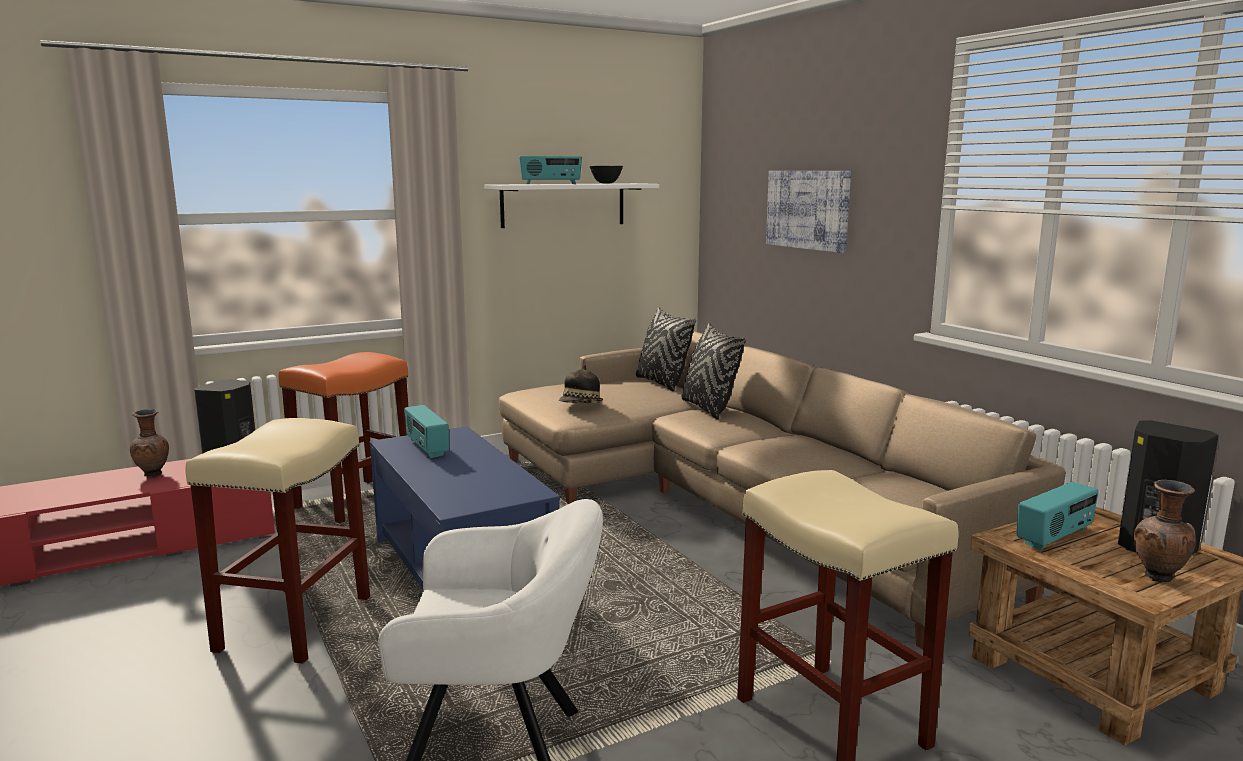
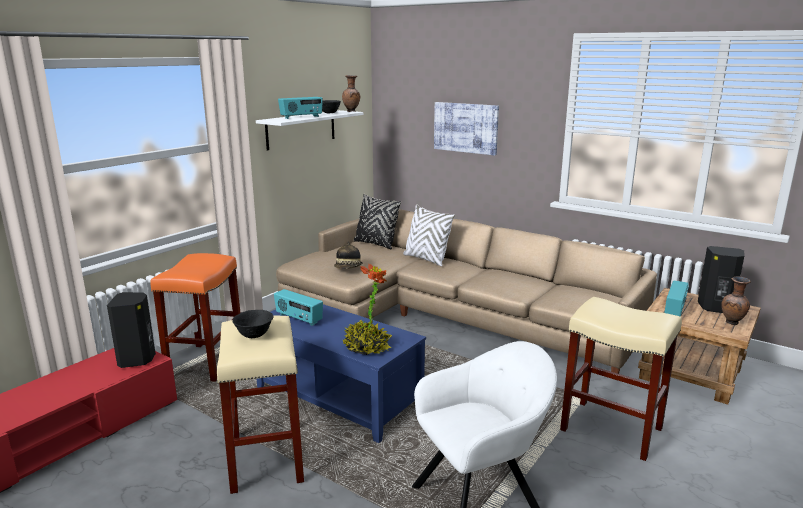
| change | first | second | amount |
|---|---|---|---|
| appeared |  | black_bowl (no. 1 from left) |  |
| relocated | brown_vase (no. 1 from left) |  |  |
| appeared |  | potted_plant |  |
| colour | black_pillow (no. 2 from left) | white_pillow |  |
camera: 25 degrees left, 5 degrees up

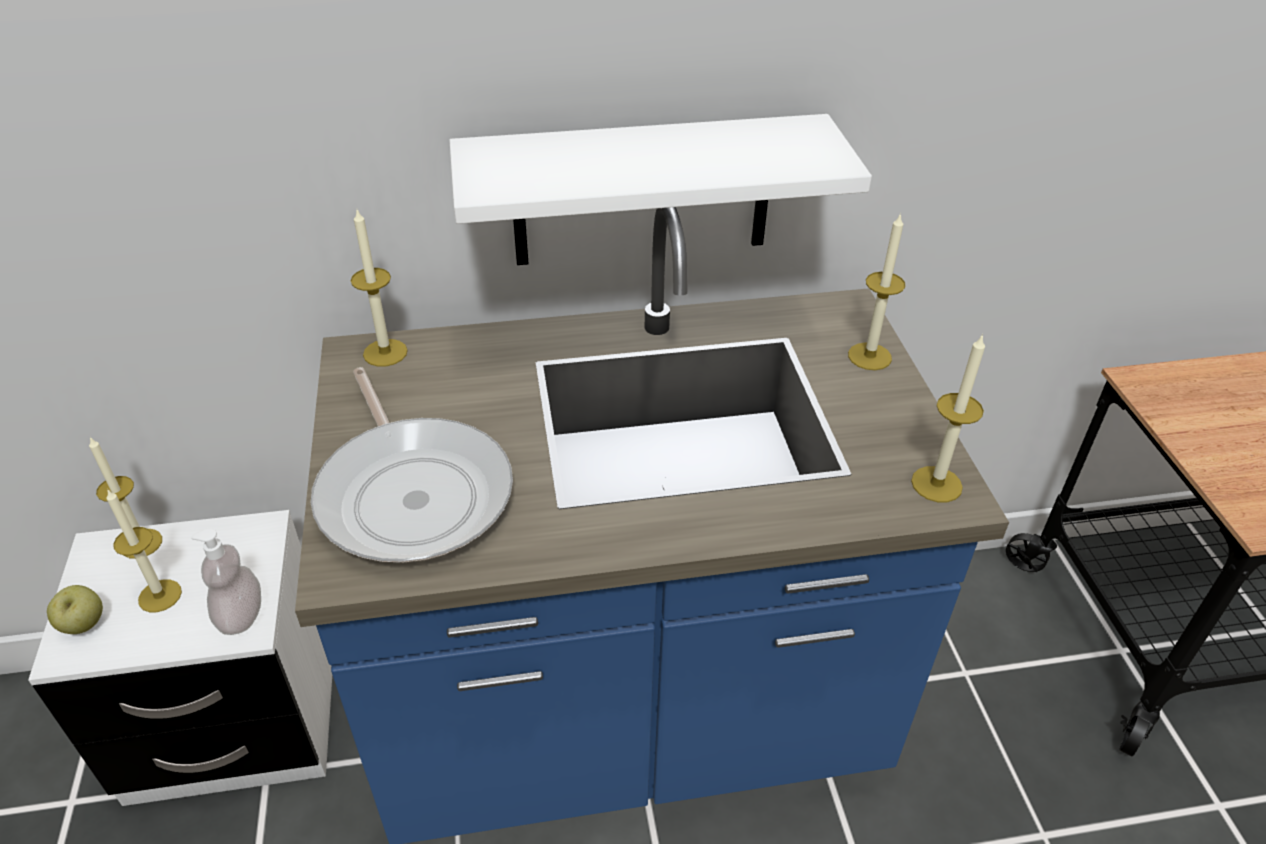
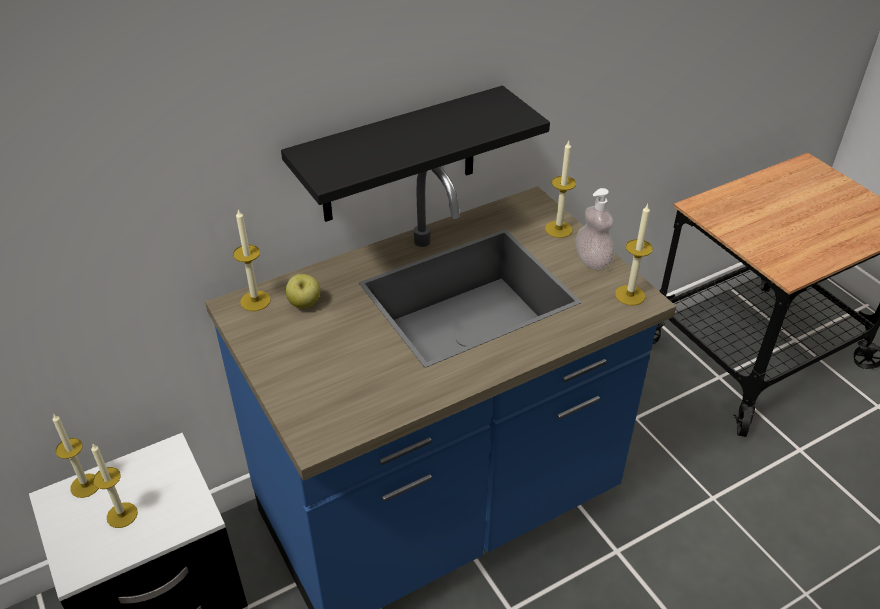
| change | first | second | amount |
|---|---|---|---|
| colour | white_shelf | black_shelf |  |
| relocated | apple |  |  |
| relocated | soap_dispenser |  |  |
| missing | frying_pan |  |  |
camera: 20 degrees left, 0 degrees up

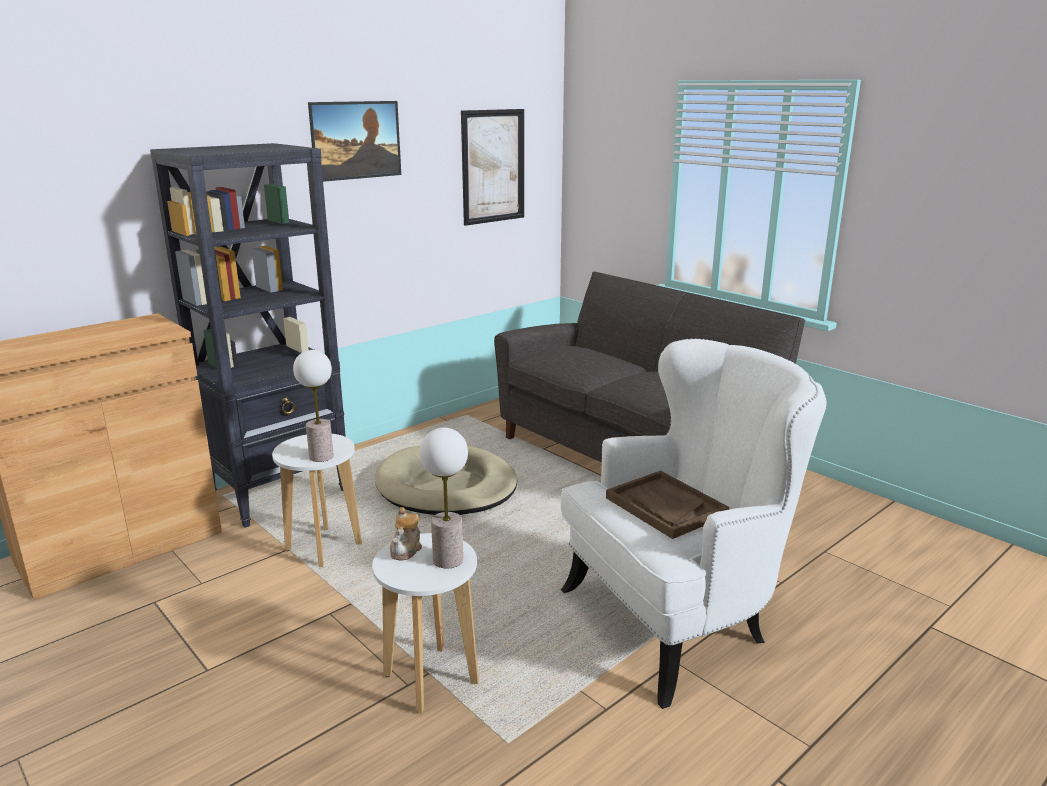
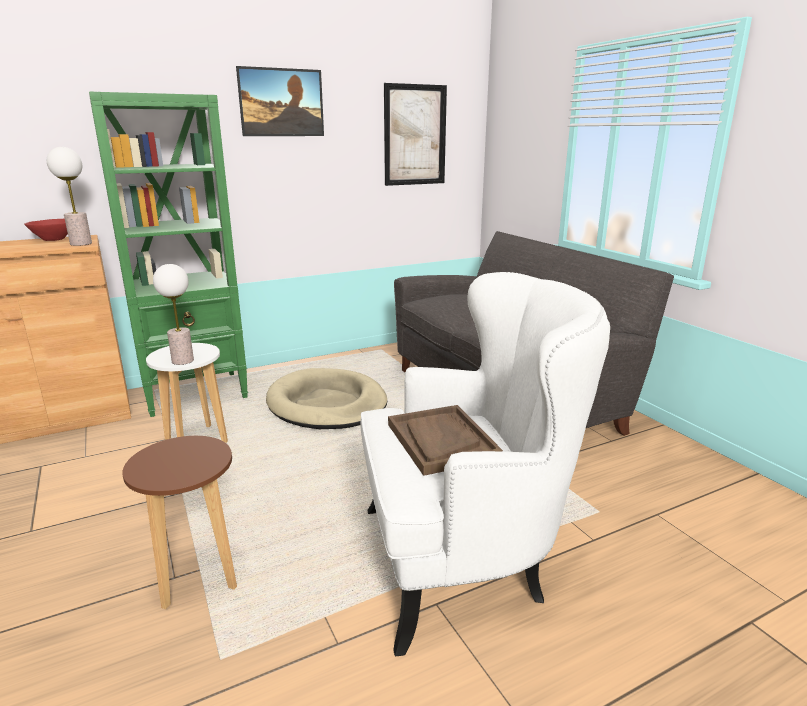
| change | first | second | amount |
|---|---|---|---|
| appeared |  | red_bowl |  |
| relocated | table_lamp (no. 2 from left in the first image) | table_lamp (no. 1 from left) |  |
| colour | black_bookcase | green_bookcase |  |
| colour | white_stool (no. 2 from left) | brown_stool |  |
| missing | teapot |  |  |
camera: 15 degrees right, 0 degrees up

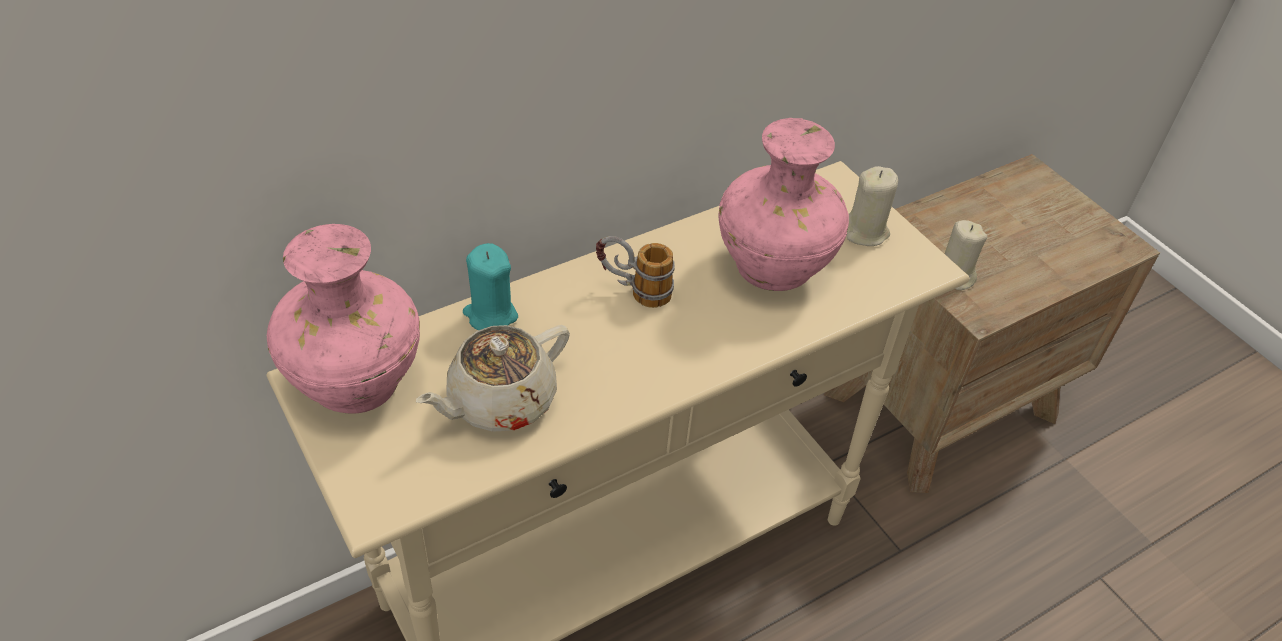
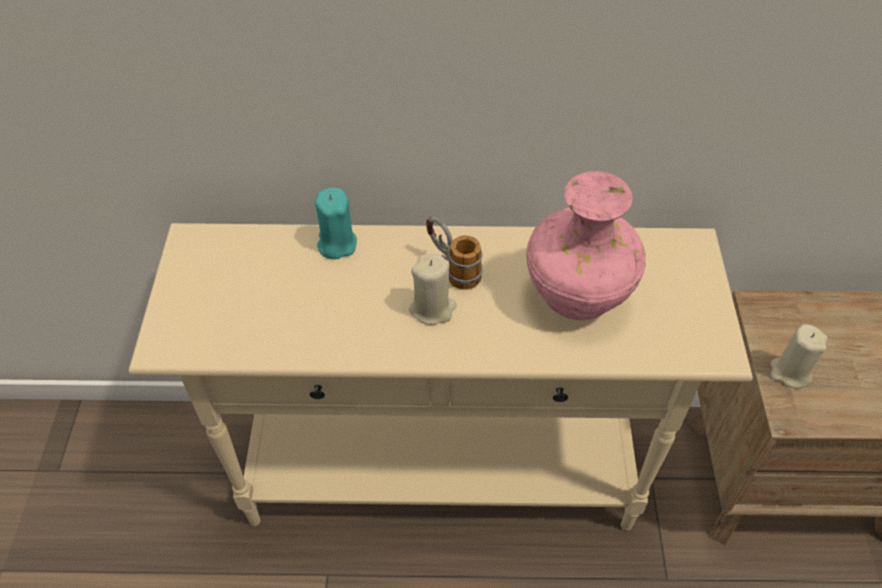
| change | first | second | amount |
|---|---|---|---|
| relocated | beige_candle (no. 1 from left) |  |  |
| missing | pink_vase (no. 1 from left) |  |  |
| missing | beige_teapot |  |  |
camera: 35 degrees right, 5 degrees up

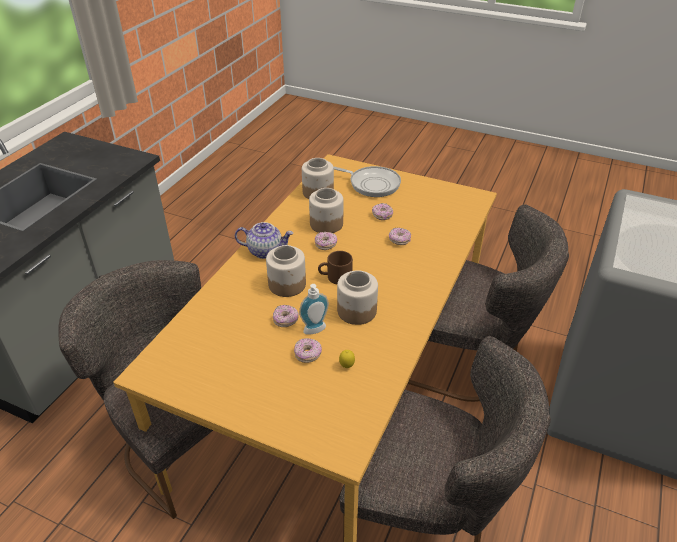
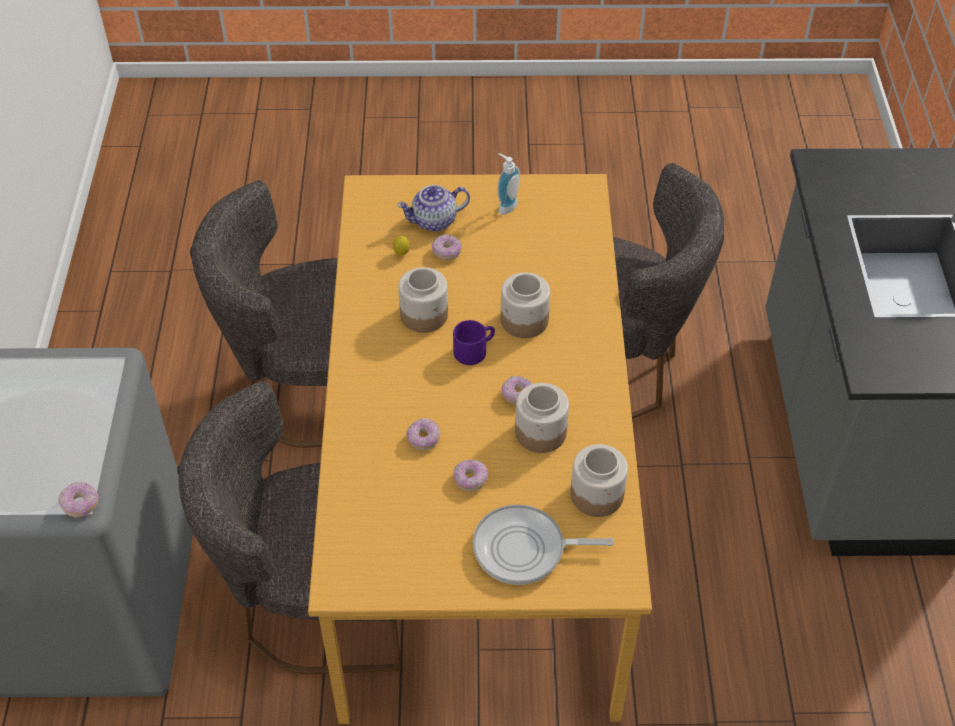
| change | first | second | amount |
|---|---|---|---|
| relocated | donut (no. 1 from left) |  |  |
| relocated | teapot |  |  |
| colour | brown_mug | purple_mug |  |
| relocated | soap_dispenser |  |  |
camera: 155 degrees right, 10 degrees up

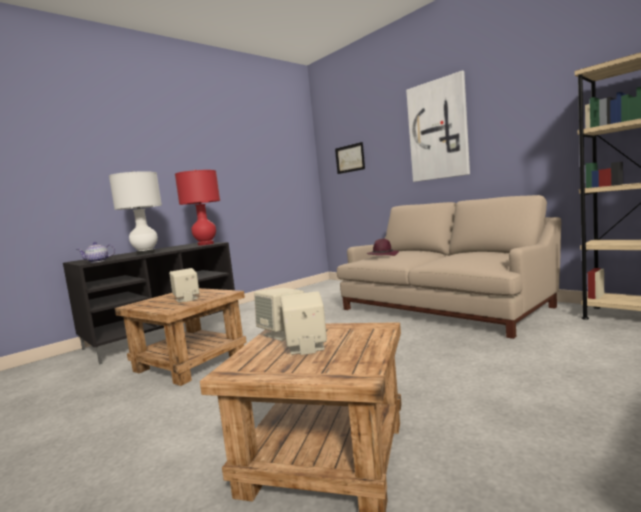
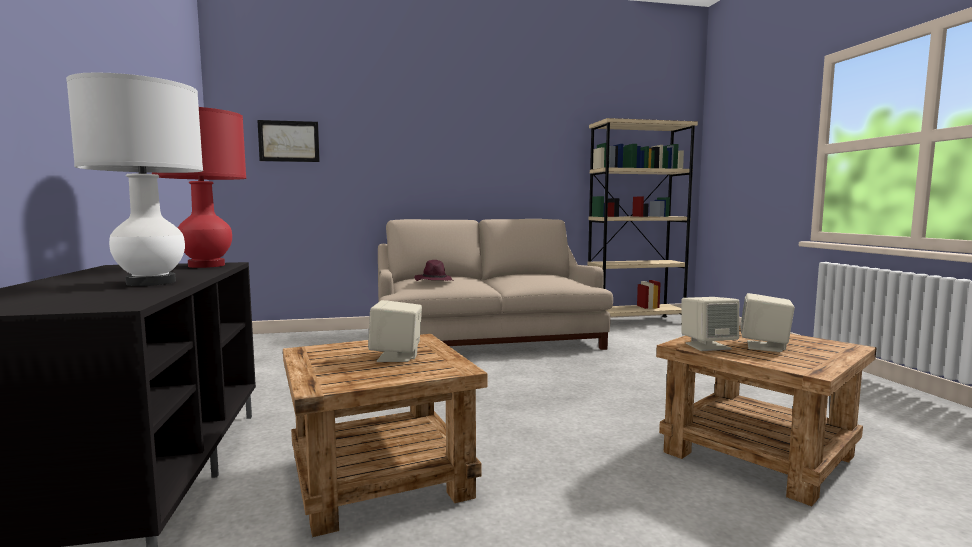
| change | first | second | amount |
|---|---|---|---|
| missing | teapot |  |  |
| missing | picture (no. 2 from left) |  |  |
camera: 60 degrees left, 0 degrees up

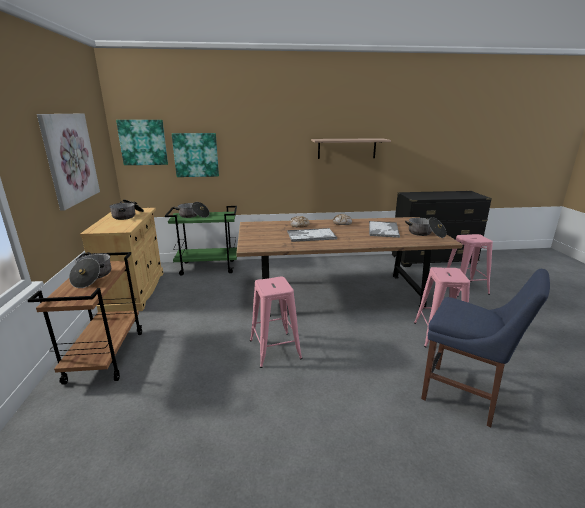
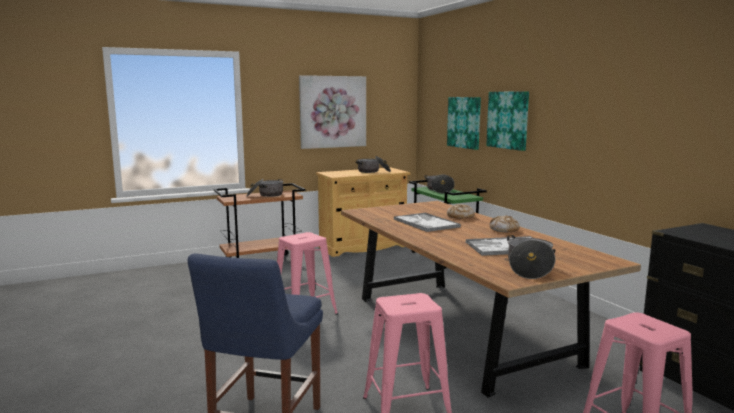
| change | first | second | amount |
|---|---|---|---|
| relocated | picture (no. 2 from left in the first image) | picture (no. 3 from left) |  |
| missing | shelf |  |  |
camera: 70 degrees right, 10 degrees down

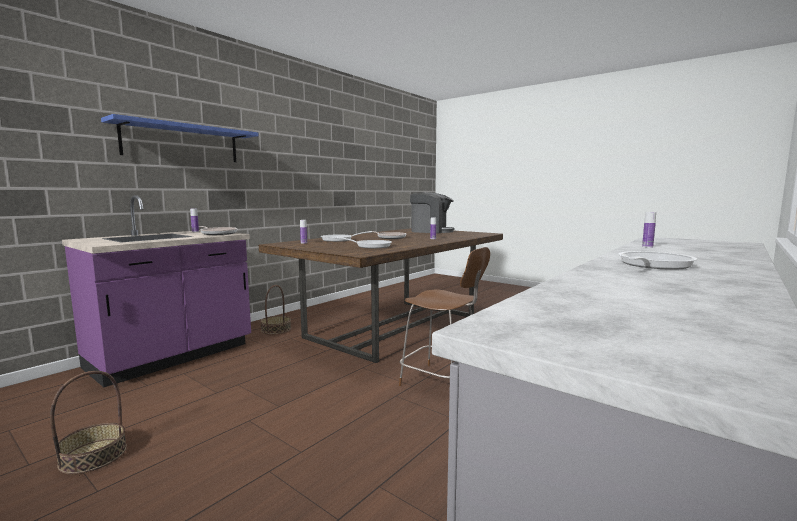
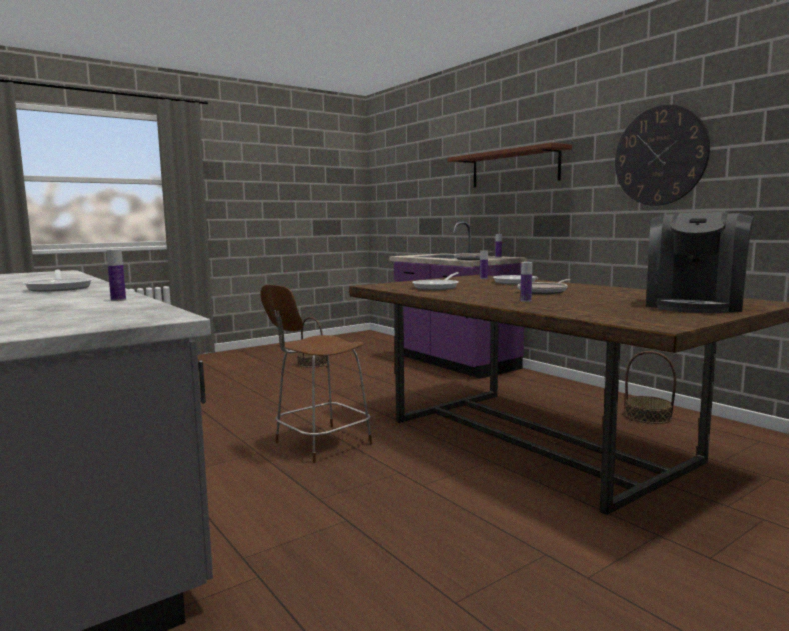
| change | first | second | amount |
|---|---|---|---|
| colour | blue_shelf | brown_shelf |  |
| appeared |  | wall_clock |  |
| relocated | basket (no. 2 from left) |  |  |
camera: 105 degrees right, 0 degrees up

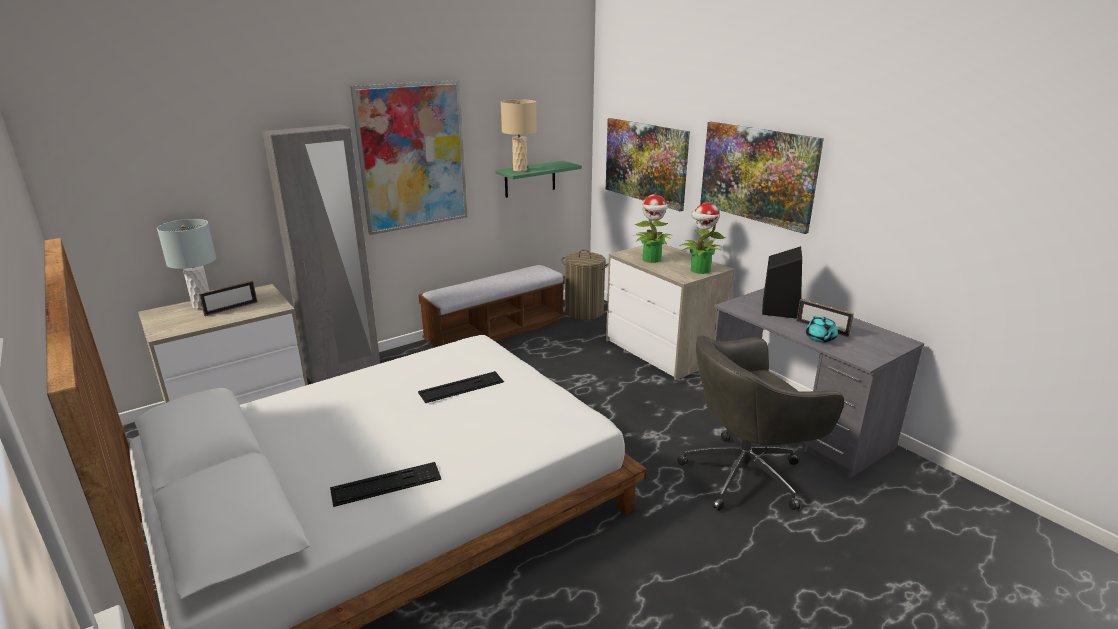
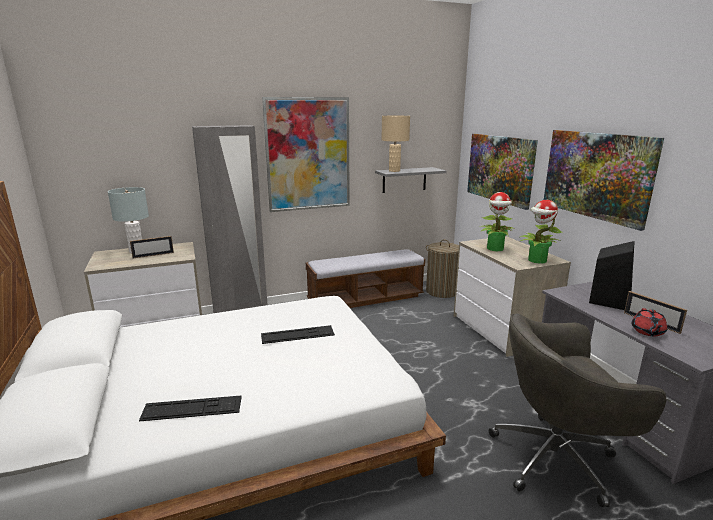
| change | first | second | amount |
|---|---|---|---|
| colour | green_shelf | grey_shelf |  |
| colour | turquoise_teapot | red_teapot |  |
camera: 15 degrees right, 5 degrees down

